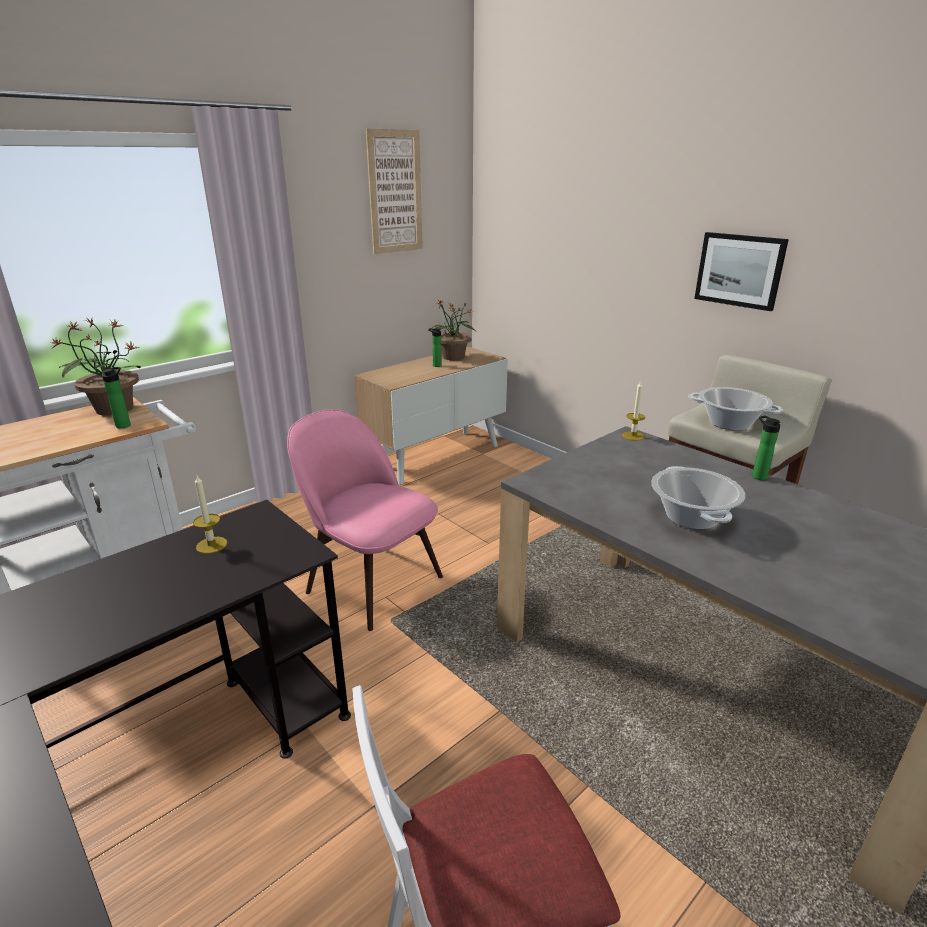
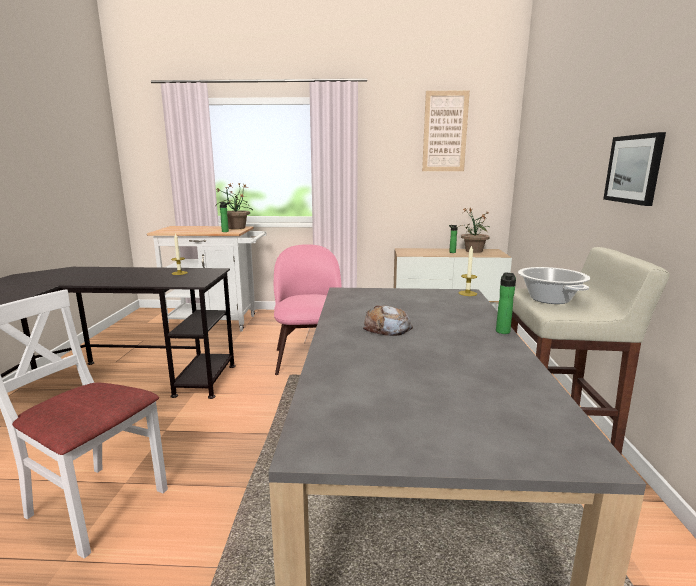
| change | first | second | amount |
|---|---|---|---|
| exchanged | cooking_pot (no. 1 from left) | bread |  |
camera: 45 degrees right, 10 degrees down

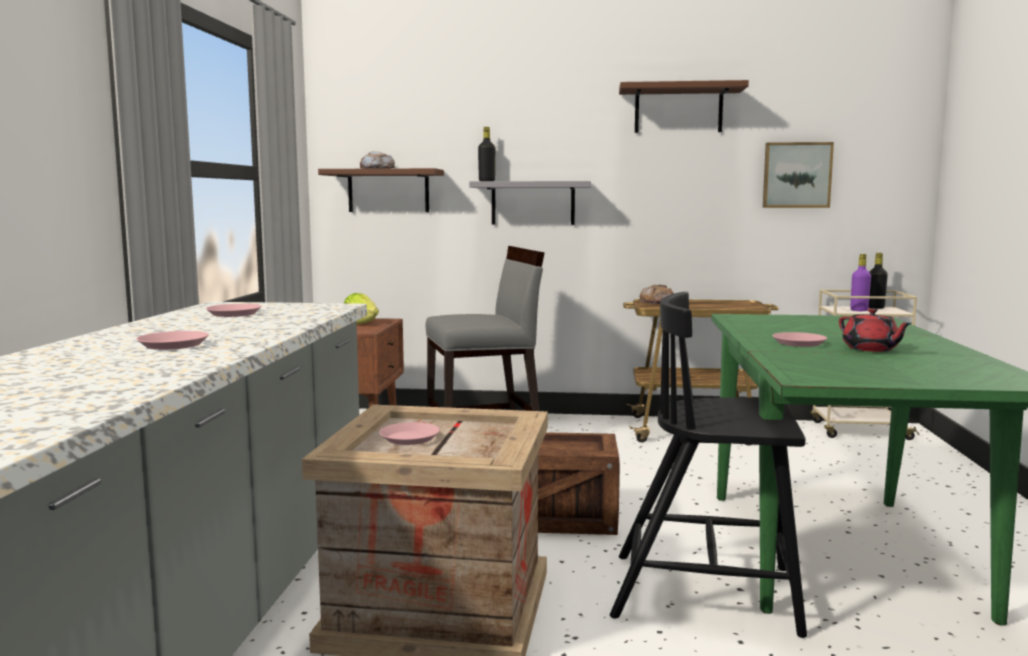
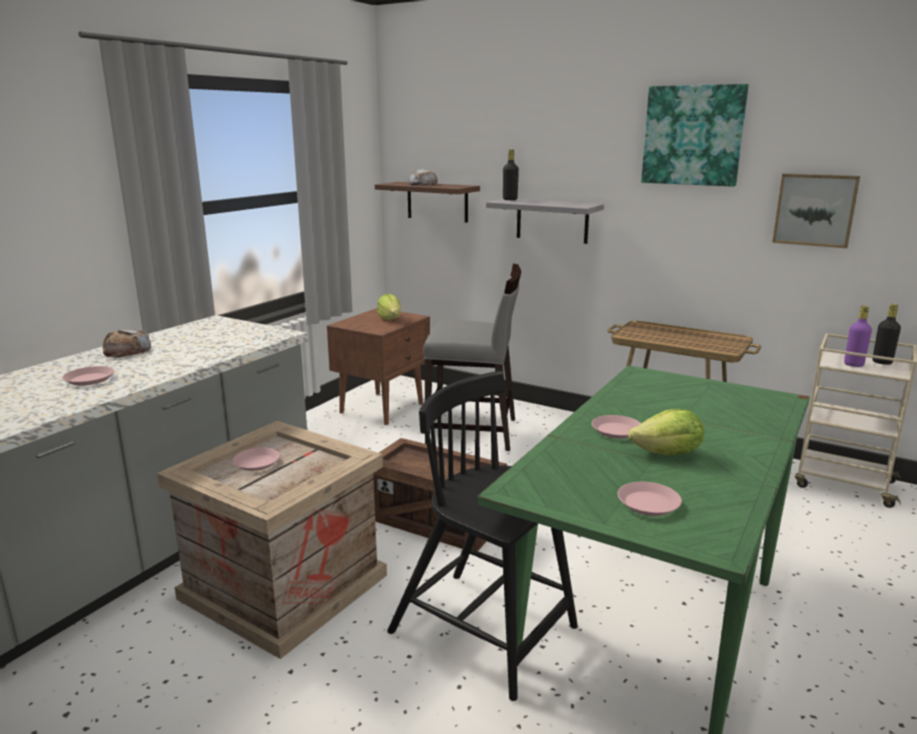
| change | first | second | amount |
|---|---|---|---|
| relocated | bread (no. 2 from left in the first image) | bread (no. 1 from left) |  |
| relocated | pink_plate (no. 2 from left in the first image) | pink_plate (no. 4 from left) |  |
| exchanged | red_teapot | lettuce (no. 2 from left) |  |
| exchanged | brown_shelf (no. 2 from left) | picture (no. 1 from left) |  |
camera: 25 degrees right, 10 degrees up

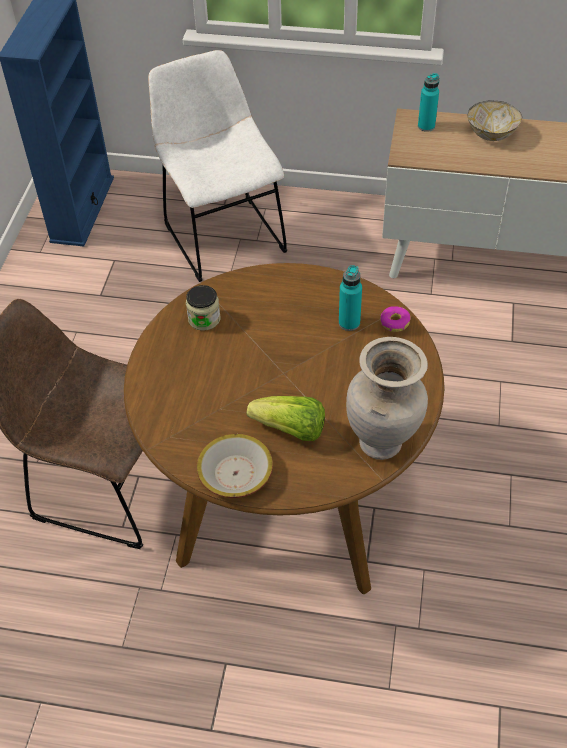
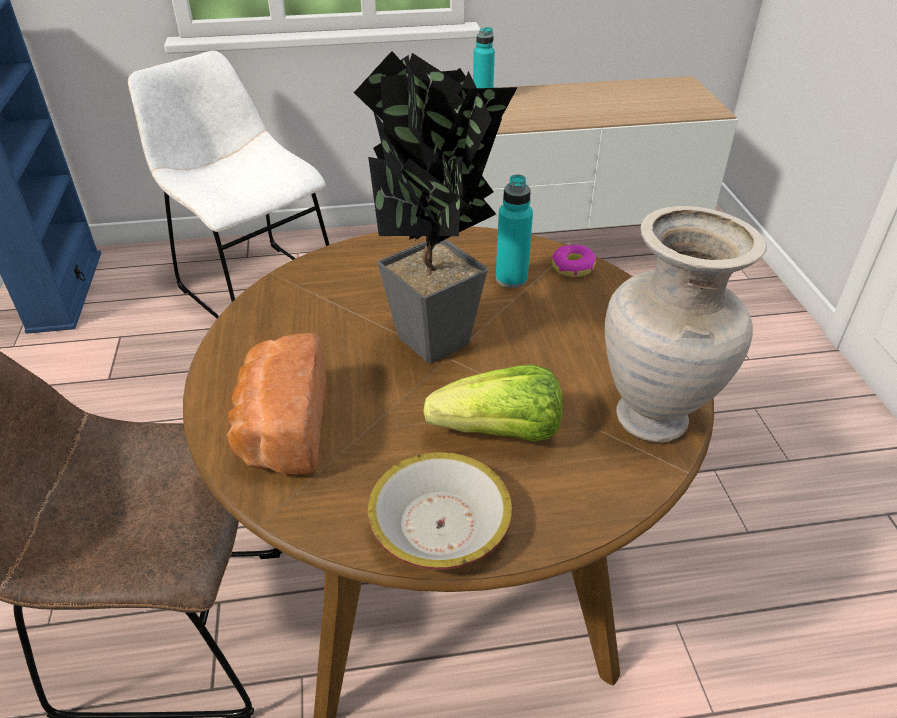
| change | first | second | amount |
|---|---|---|---|
| appeared |  | bread |  |
| appeared |  | potted_plant |  |
| missing | jar |  |  |
| missing | bowl (no. 2 from left) |  |  |
camera: 20 degrees left, 10 degrees down

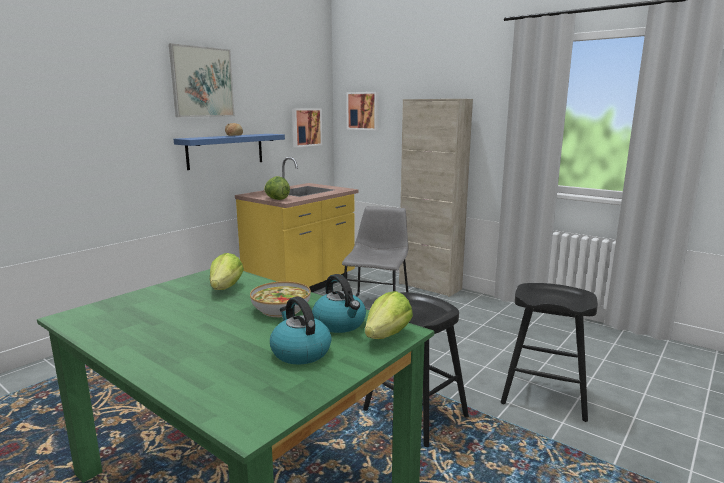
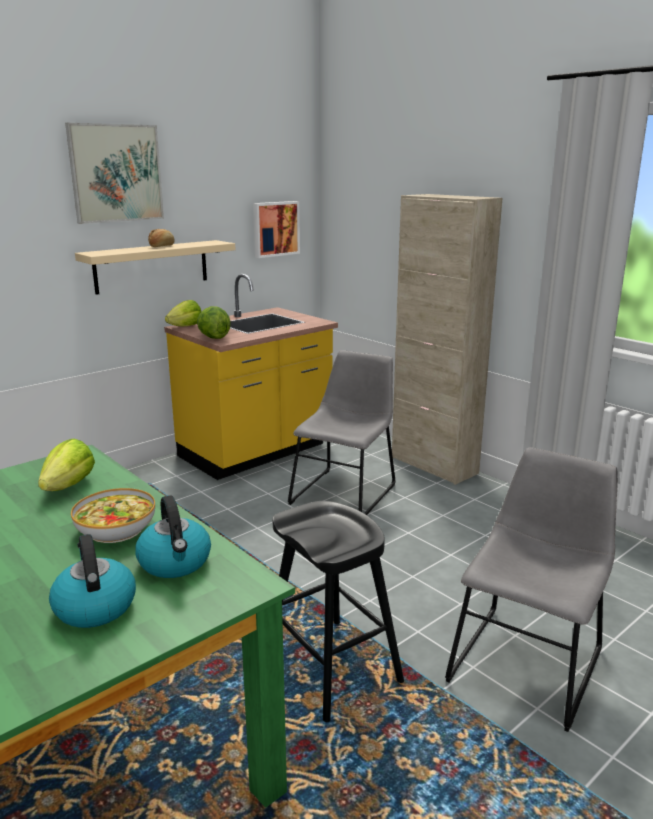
| change | first | second | amount |
|---|---|---|---|
| colour | blue_shelf | beige_shelf |  |
| relocated | lettuce (no. 3 from left in the first image) | lettuce (no. 2 from left) |  |
| exchanged | black_stool (no. 2 from left) | grey_chair (no. 2 from left) |  |
| missing | picture (no. 3 from left) |  |  |
camera: 10 degrees right, 5 degrees up

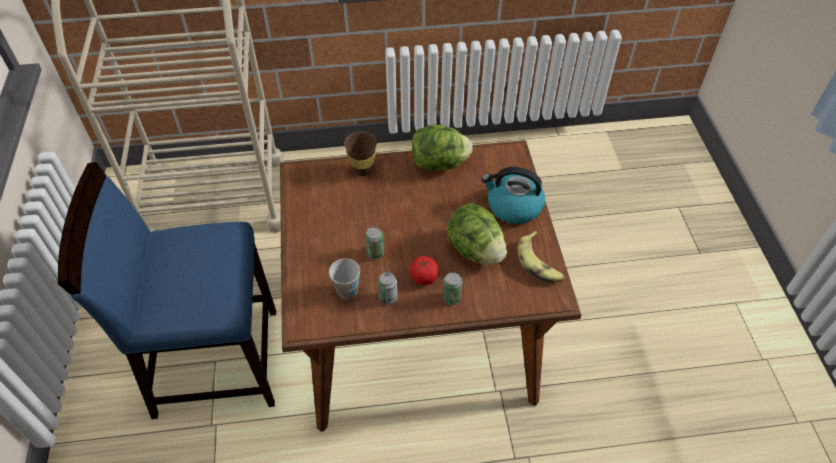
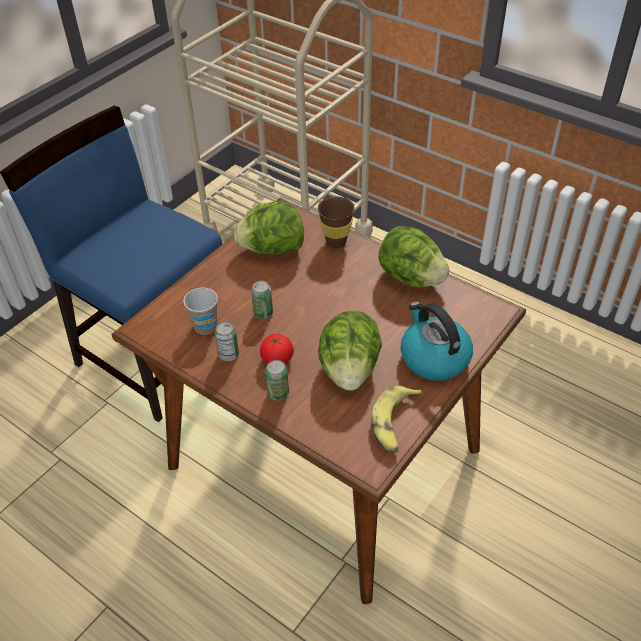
| change | first | second | amount |
|---|---|---|---|
| appeared |  | lettuce (no. 1 from left) |  |
camera: 45 degrees right, 5 degrees down

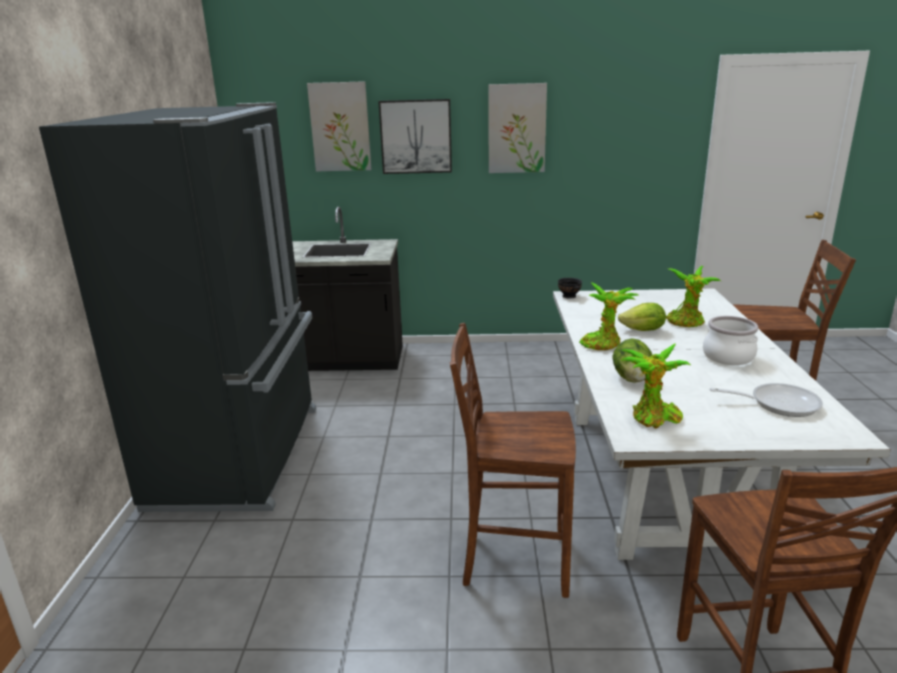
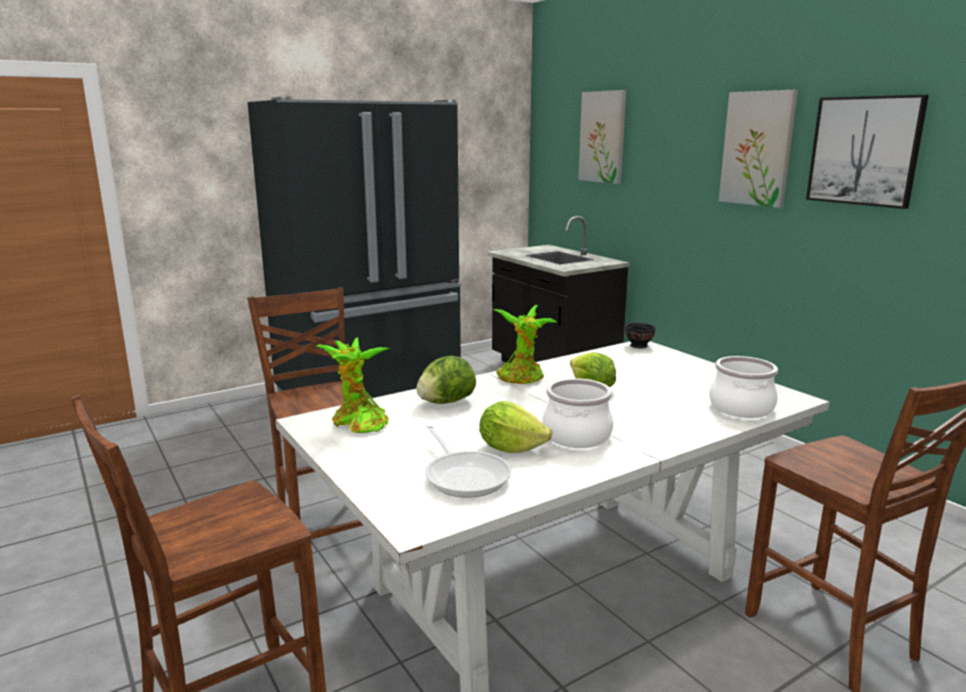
| change | first | second | amount |
|---|---|---|---|
| appeared |  | lettuce (no. 2 from left) |  |
| appeared |  | cooking_pot (no. 2 from left) |  |
| relocated | picture (no. 2 from left in the first image) | picture (no. 3 from left) |  |
| missing | potted_plant (no. 3 from left) |  |  |
camera: 55 degrees right, 5 degrees down

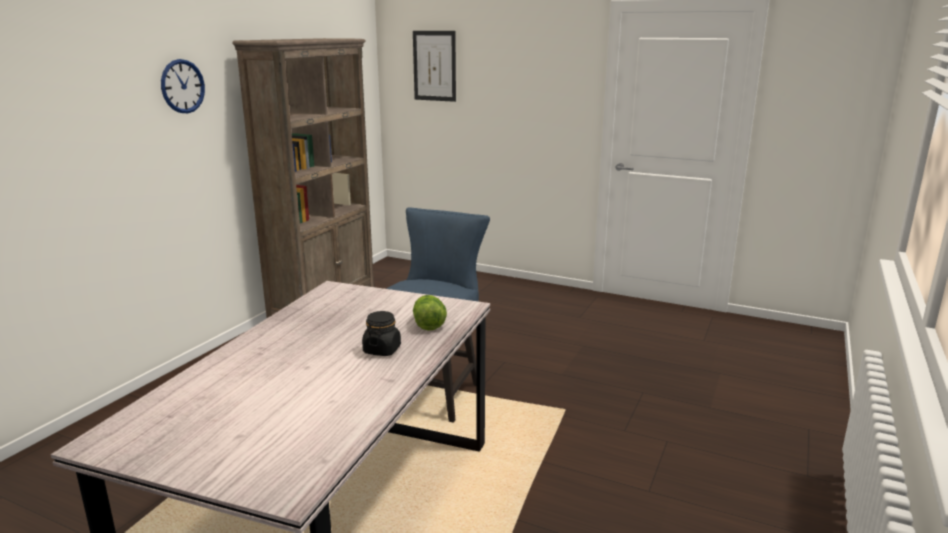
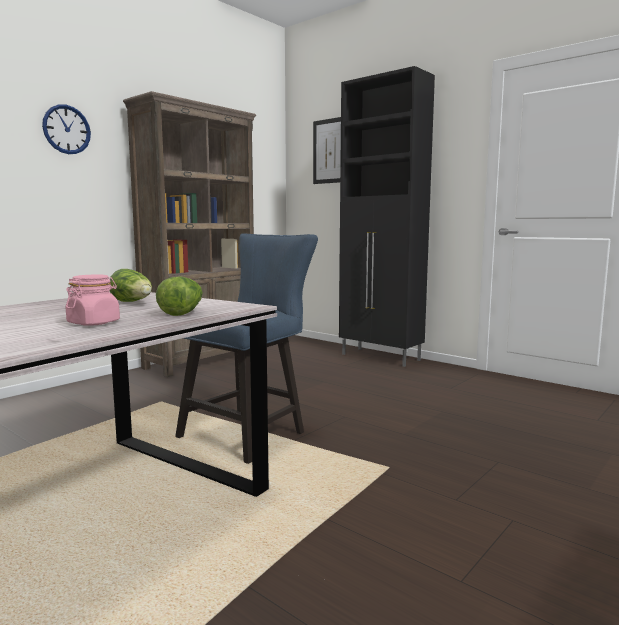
| change | first | second | amount |
|---|---|---|---|
| colour | black_jar | pink_jar |  |
| appeared |  | lettuce (no. 1 from left) |  |
| appeared |  | black_cabinet |  |
camera: 15 degrees right, 10 degrees down

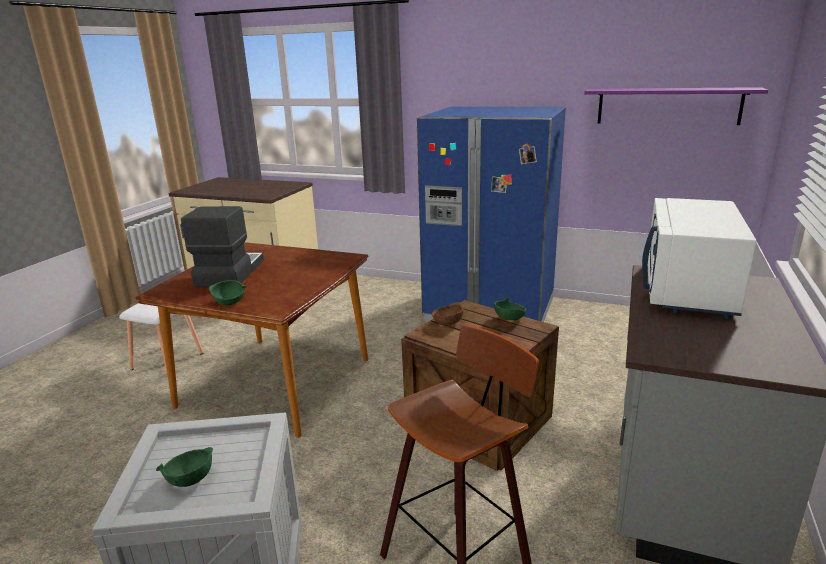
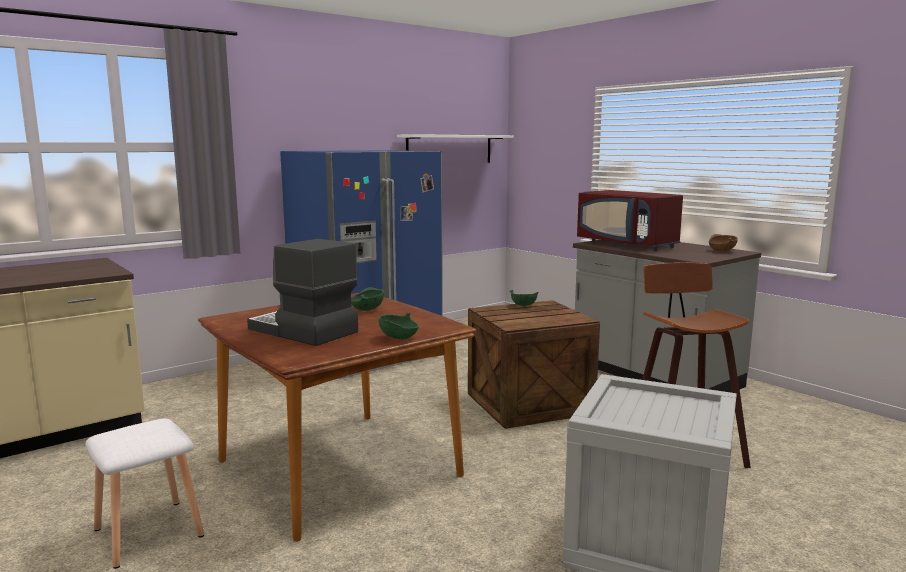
| change | first | second | amount |
|---|---|---|---|
| relocated | green_bowl (no. 1 from left) |  |  |
| colour | purple_shelf | white_shelf |  |
| colour | white_microwave | red_microwave |  |
| relocated | brown_bowl |  |  |
camera: 60 degrees left, 10 degrees down

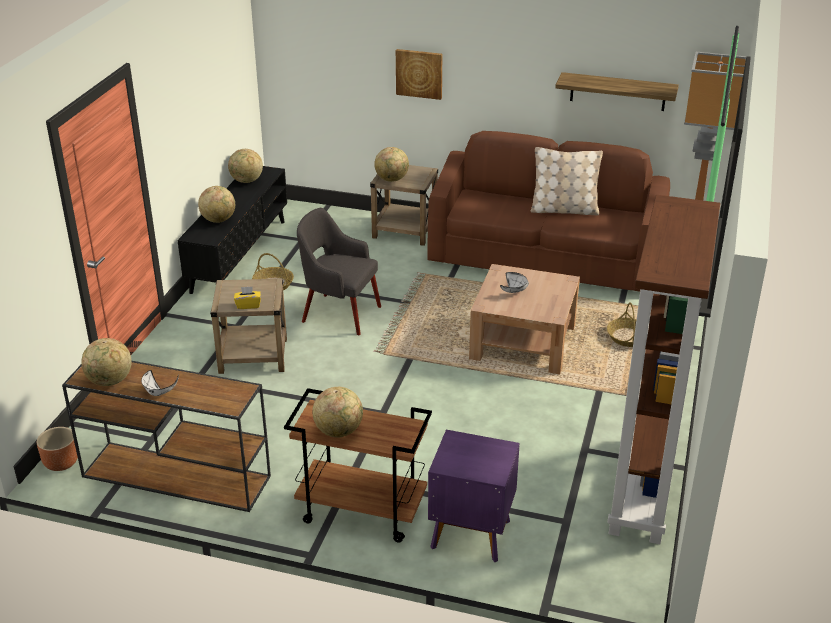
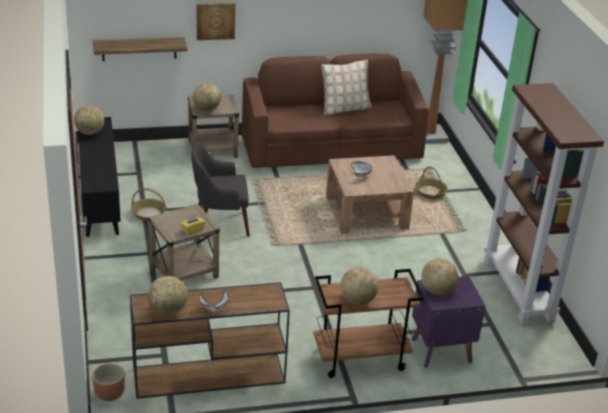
| change | first | second | amount |
|---|---|---|---|
| relocated | shelf |  |  |
| relocated | globe (no. 2 from left in the first image) | globe (no. 5 from left) |  |
camera: 30 degrees left, 0 degrees up

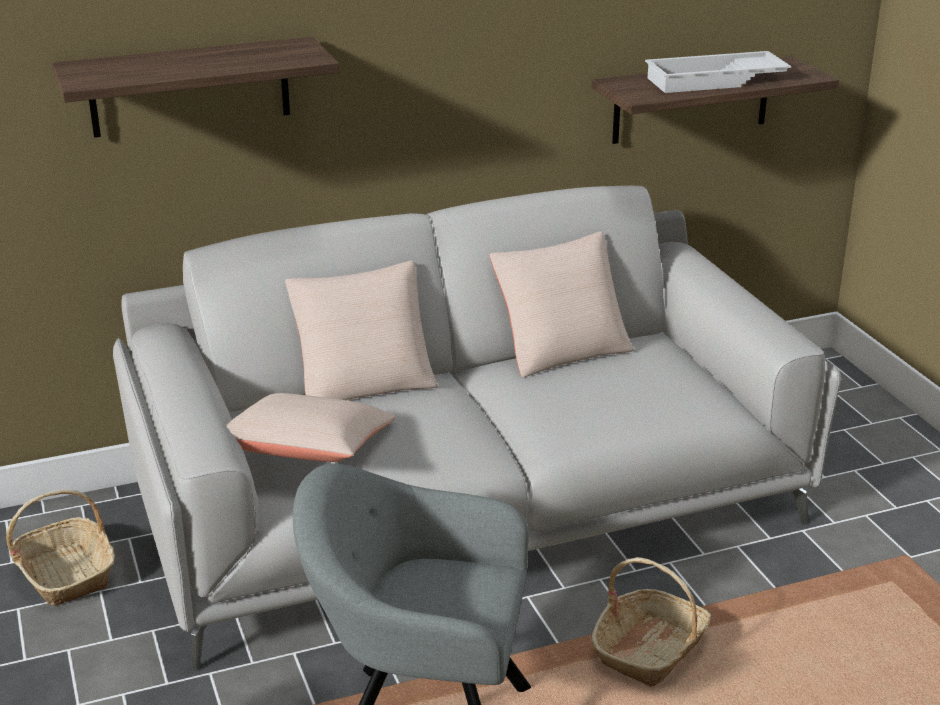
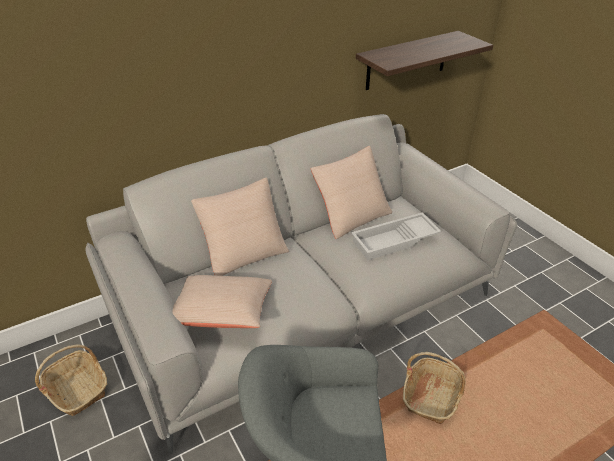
| change | first | second | amount |
|---|---|---|---|
| relocated | white_tray |  |  |
| missing | shelf (no. 1 from left) |  |  |
camera: 10 degrees left, 10 degrees up

